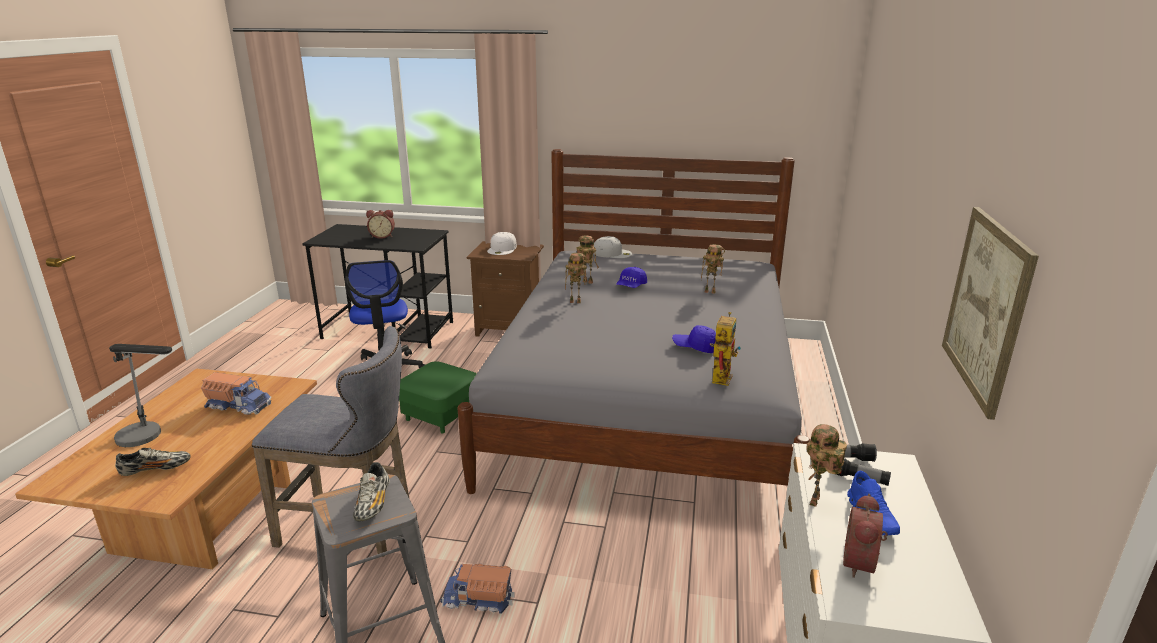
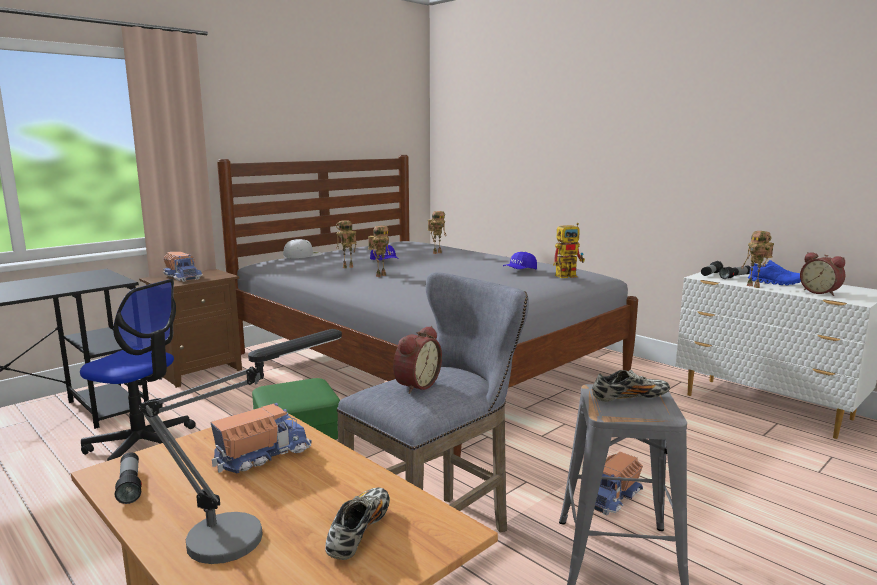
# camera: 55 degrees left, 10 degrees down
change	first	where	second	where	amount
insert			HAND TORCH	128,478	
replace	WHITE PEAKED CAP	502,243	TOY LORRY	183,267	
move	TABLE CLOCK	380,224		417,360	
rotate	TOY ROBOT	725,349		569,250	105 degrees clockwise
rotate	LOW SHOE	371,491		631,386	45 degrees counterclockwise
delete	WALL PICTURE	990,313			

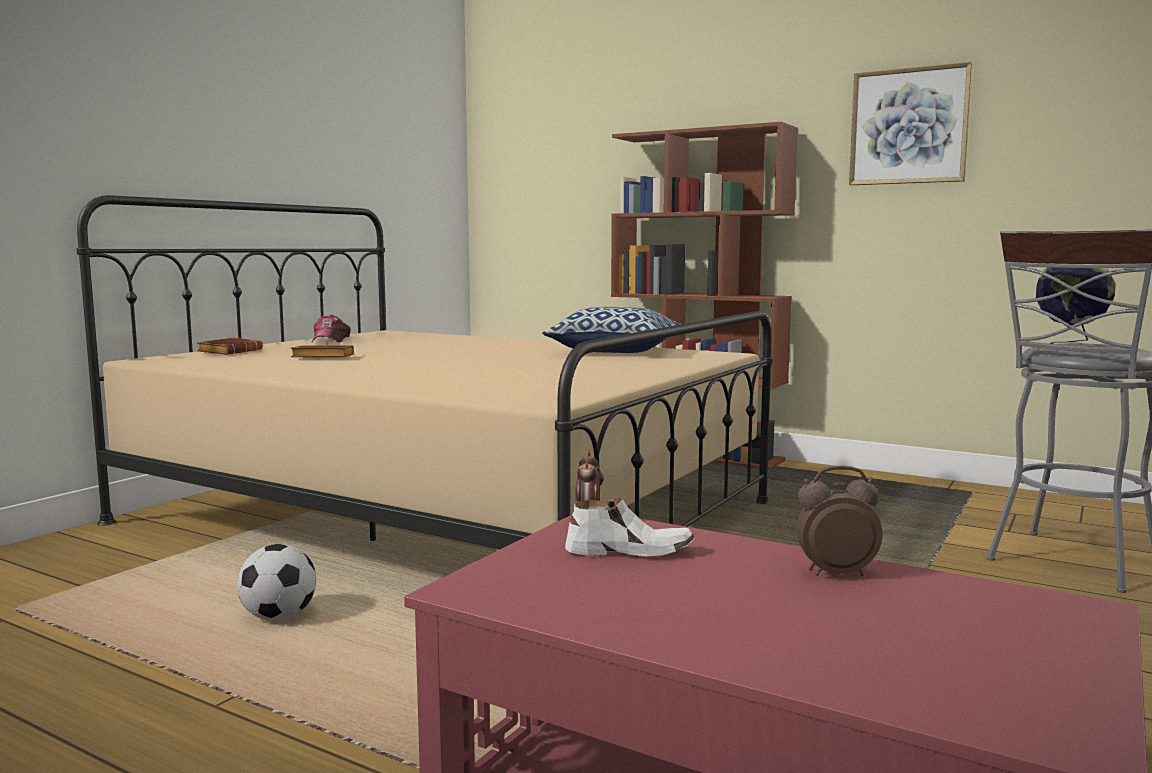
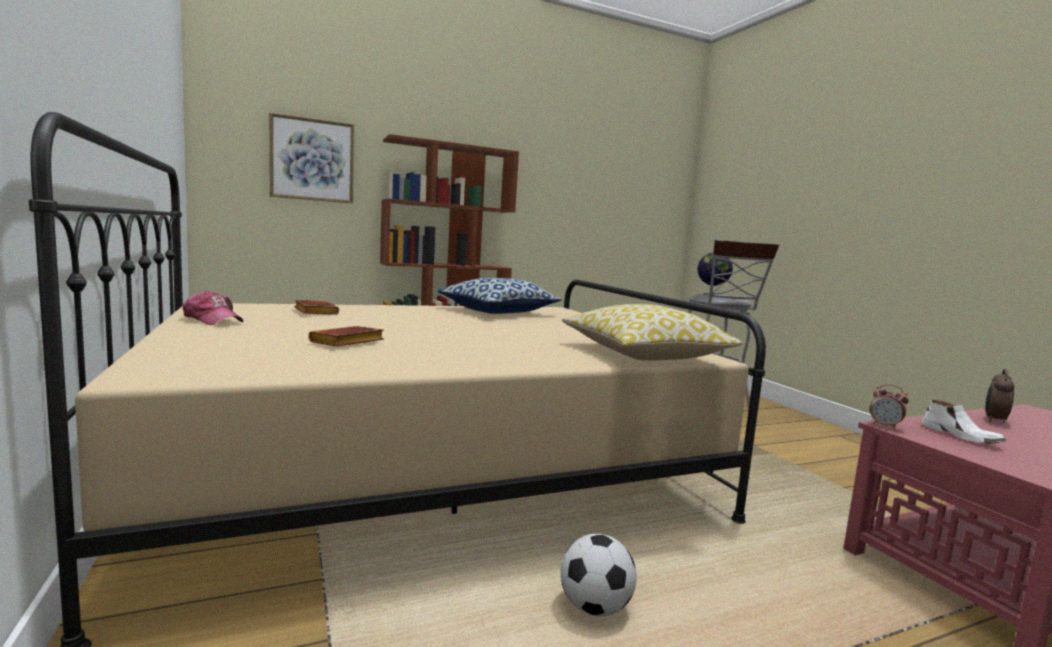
# camera: 55 degrees left, 0 degrees up
change	first	where	second	where	amount
move	WALL PICTURE	911,123		311,158	
move	BROWN BOUND BOOK	230,346		316,307	
insert			PILLOW	652,332	
rotate	WHITE LOW SHOE	630,527		963,422	120 degrees clockwise

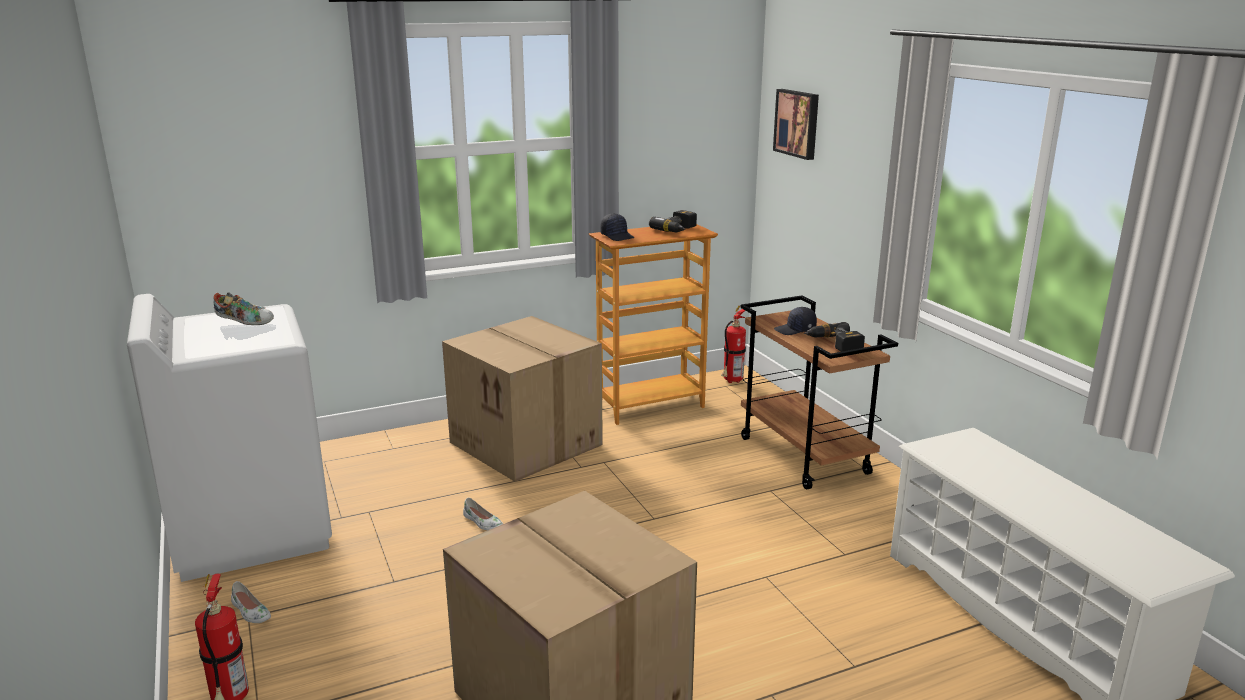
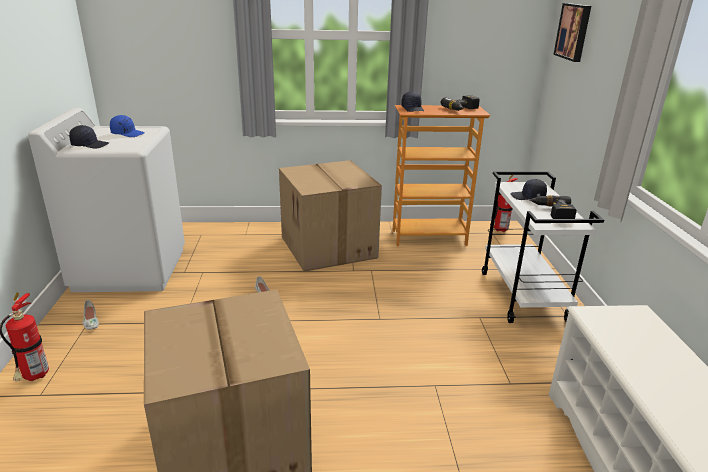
# camera: 20 degrees right, 5 degrees up
change	first	where	second	where	amount
insert			BLACK-COLOURED PEAKED CAP	89,136	
replace	LOW SHOE	243,308	BLUE PEAKED CAP	127,126	
recolor	BROWN TROLLEY	819,392	WHITE TROLLEY	543,247	

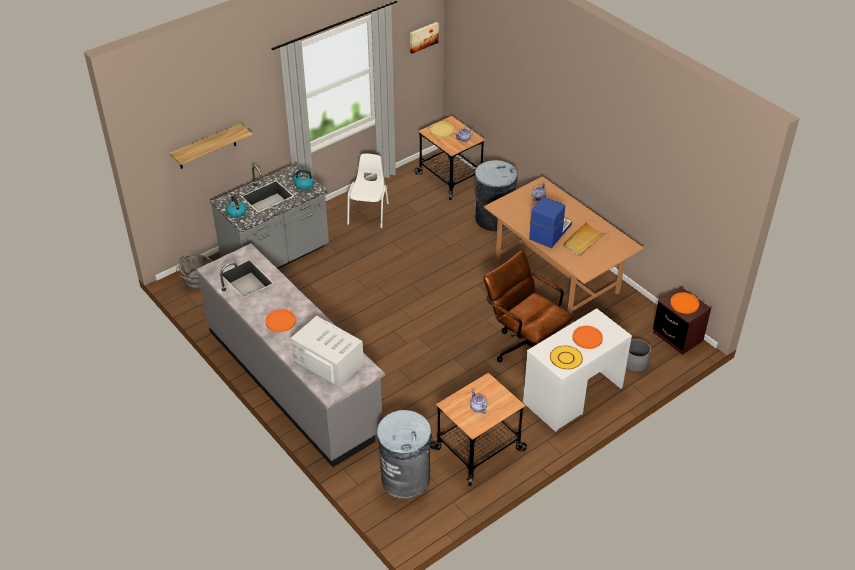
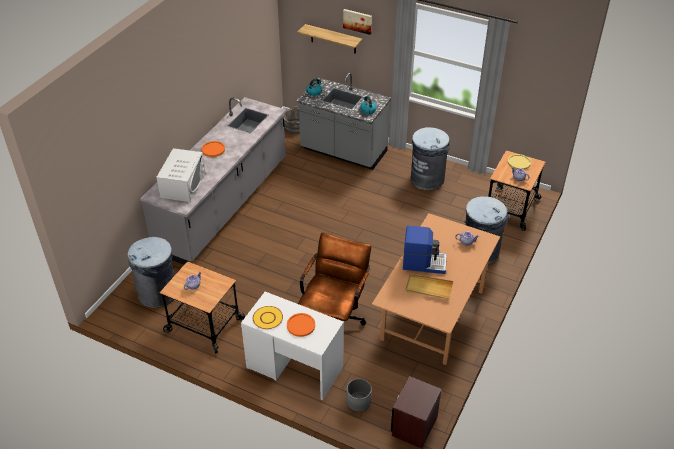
# camera: 65 degrees right, 0 degrees up
change	first	where	second	where	amount
move	WALL PICTURE	424,38		357,22	
replace	WHITE UPRIGHT CHAIR	368,191	GREYISH TRASH CAN	430,158	
delete	ORANGE PLATE	684,303			

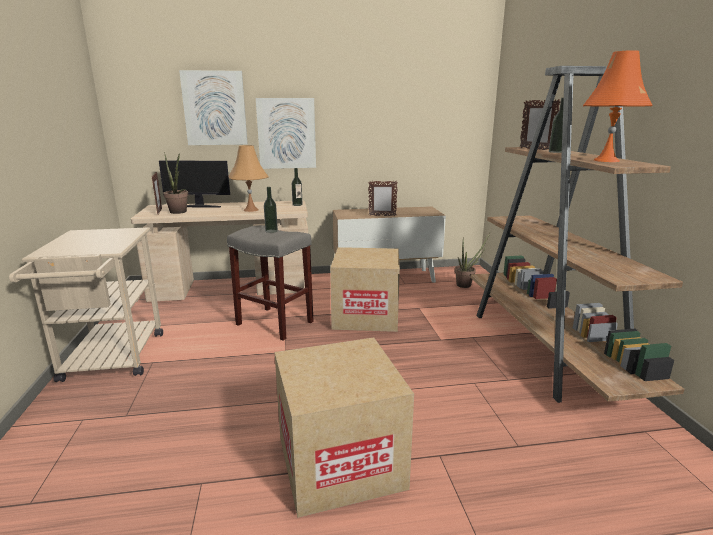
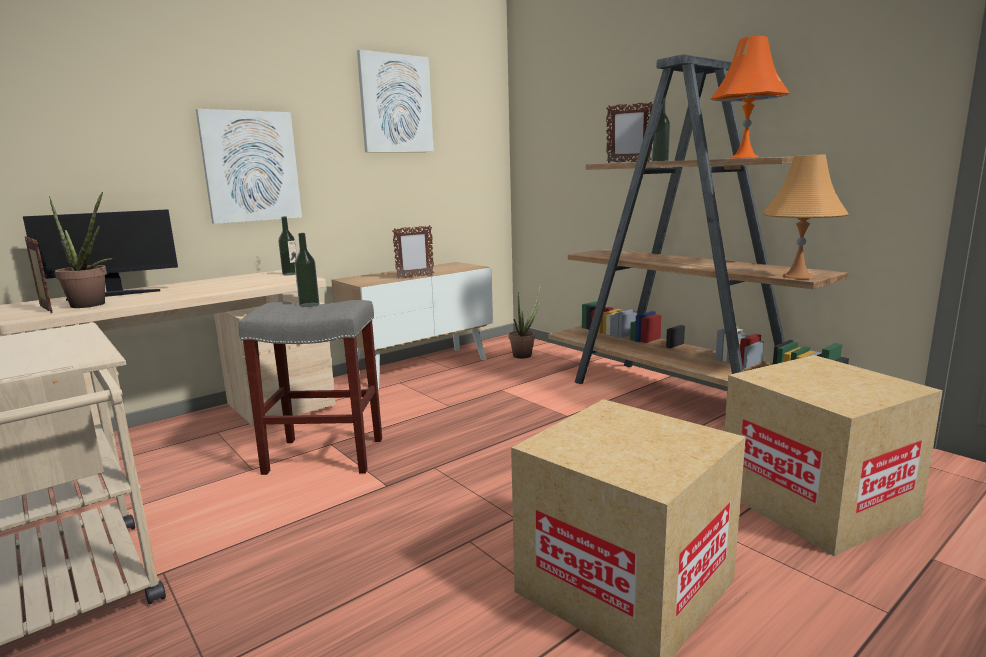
# camera: 30 degrees left, 5 degrees down
change	first	where	second	where	amount
move	WALL PICTURE	213,107		395,101	
move	PACKING BOX	365,289		833,455	
move	ORANGE TABLETOP LAMP	248,178		805,217	

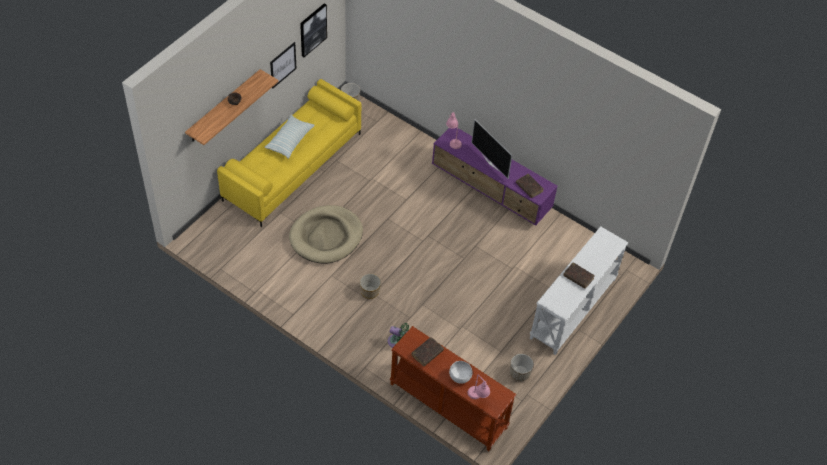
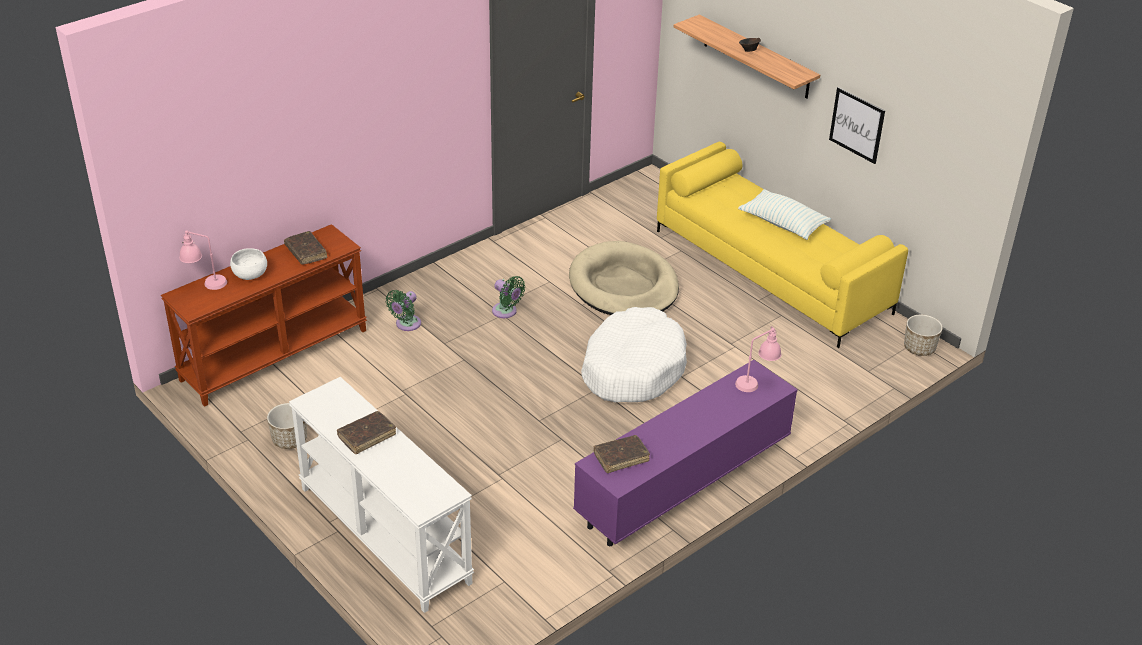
# camera: 105 degrees right, 15 degrees down
change	first	where	second	where	amount
replace	PLANTER	370,286	GREEN ELECTRIC FAN	508,297	
insert			WHITE DOG BED	634,354	
delete	WALL PICTURE	313,30			
delete	TV SET	491,149			

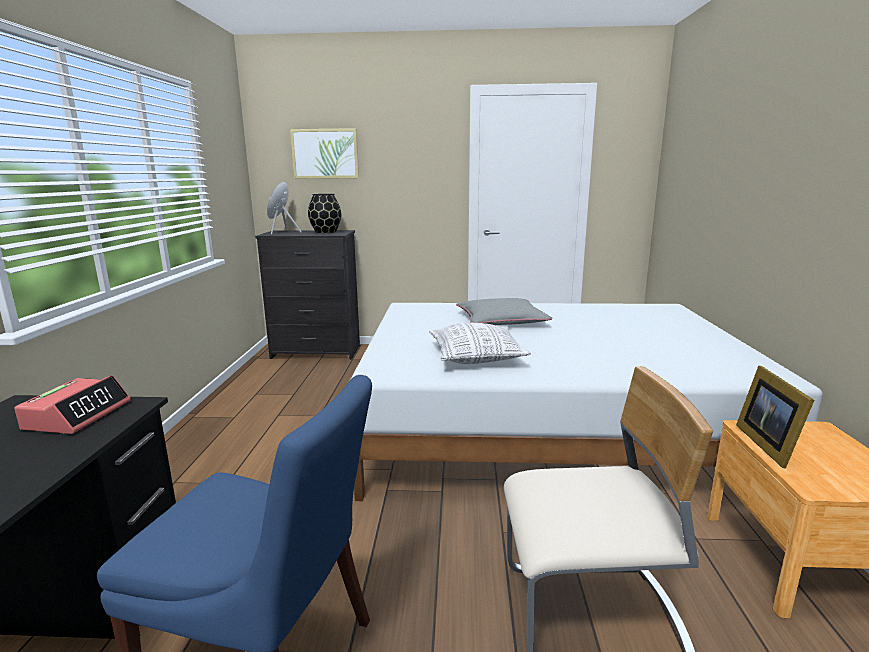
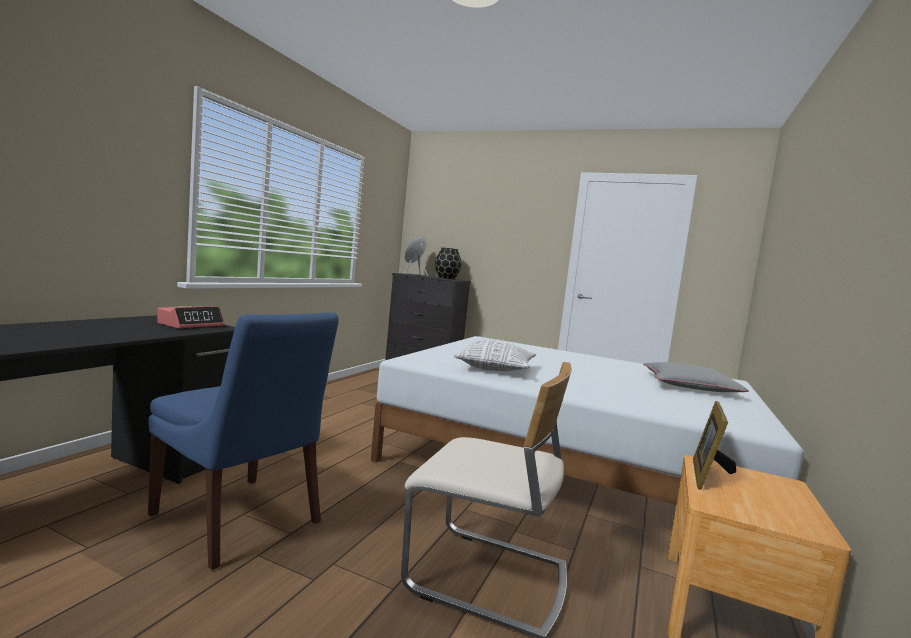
# camera: 20 degrees right, 10 degrees down
change	first	where	second	where	amount
move	GREYISH PILLOW	504,311		696,377	
delete	WALL PICTURE	324,153			

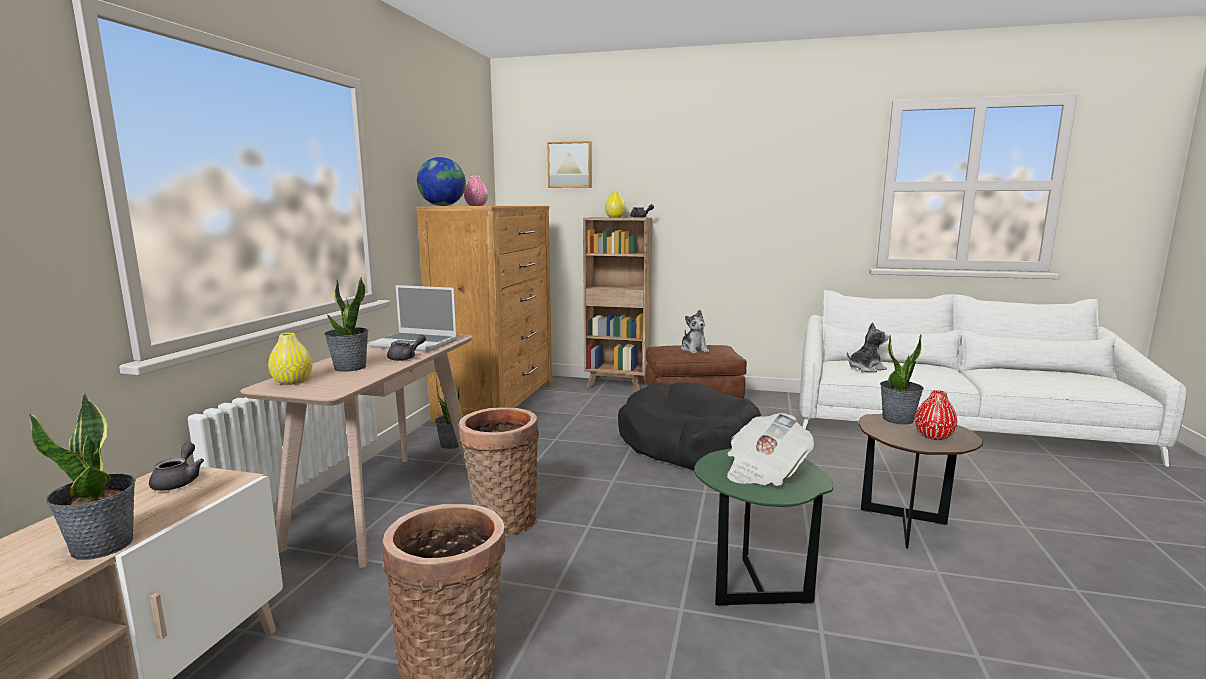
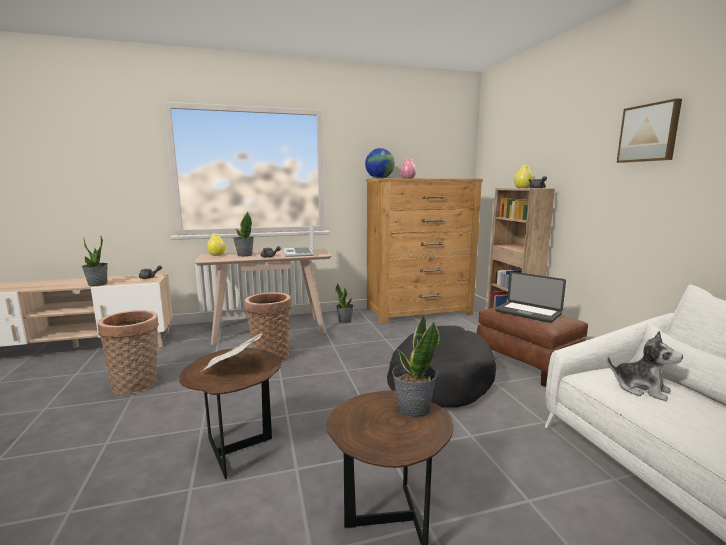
# camera: 60 degrees right, 0 degrees up
change	first	where	second	where	amount
recolor	GREEN END TABLE	763,527	BROWN END TABLE	230,413	
replace	SOFT TOY	695,332	NOTEBOOK COMPUTER	530,297	
move	WALL PICTURE	569,164		649,130	
delete	REDDISH DECORATIVE VASE	936,415			

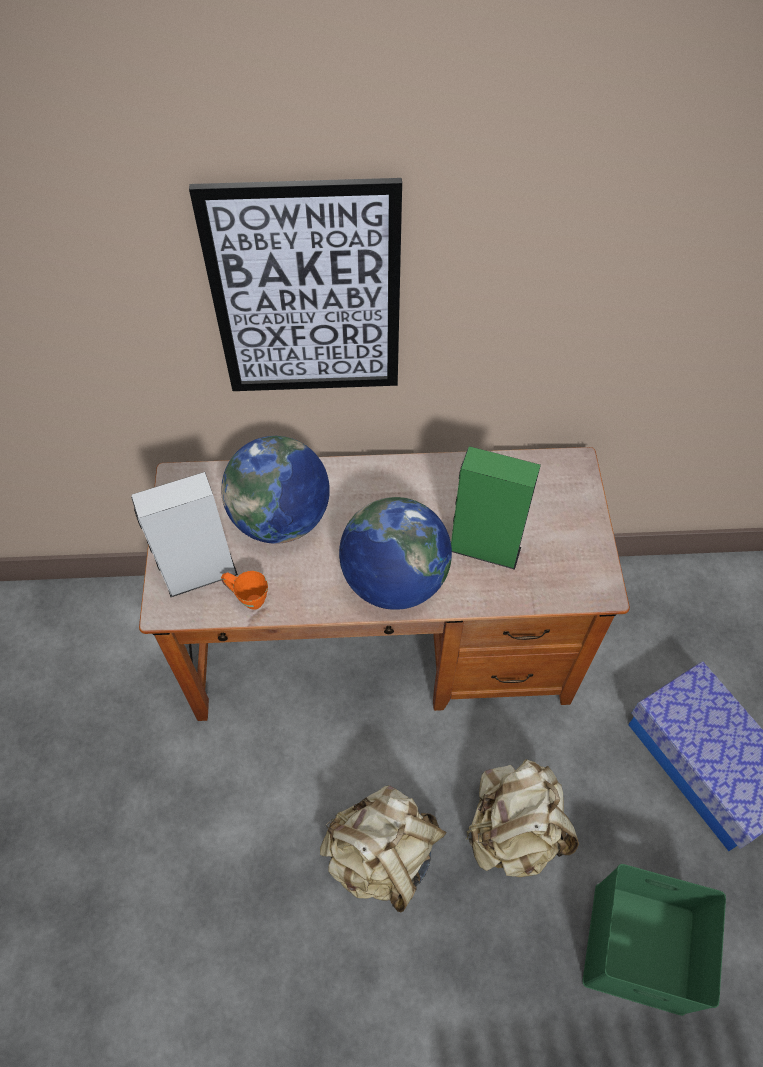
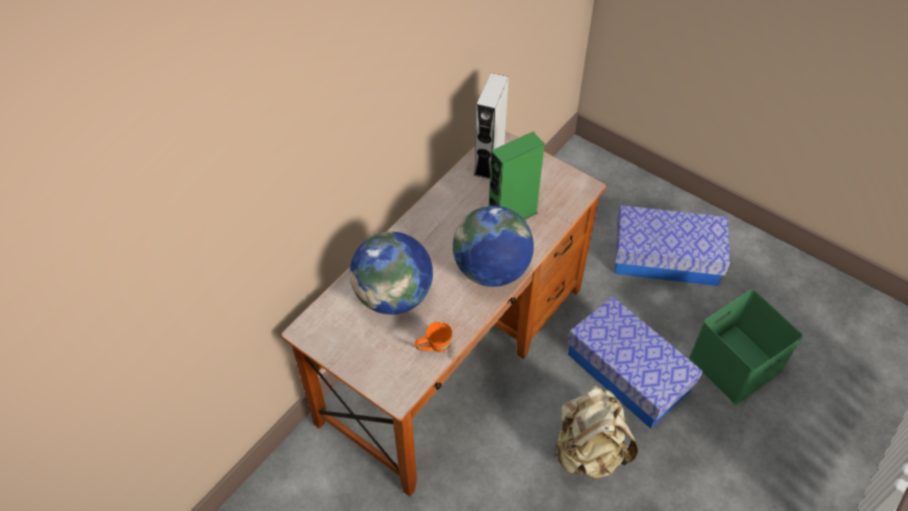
# camera: 50 degrees left, 5 degrees down
change	first	where	second	where	amount
move	GREYISH AUDIO SPEAKER	184,534		491,126	
replace	BEIGE-COLOURED RUCKSACK	522,818	STORAGE BOX	635,362	
delete	WALL PICTURE	295,284			

